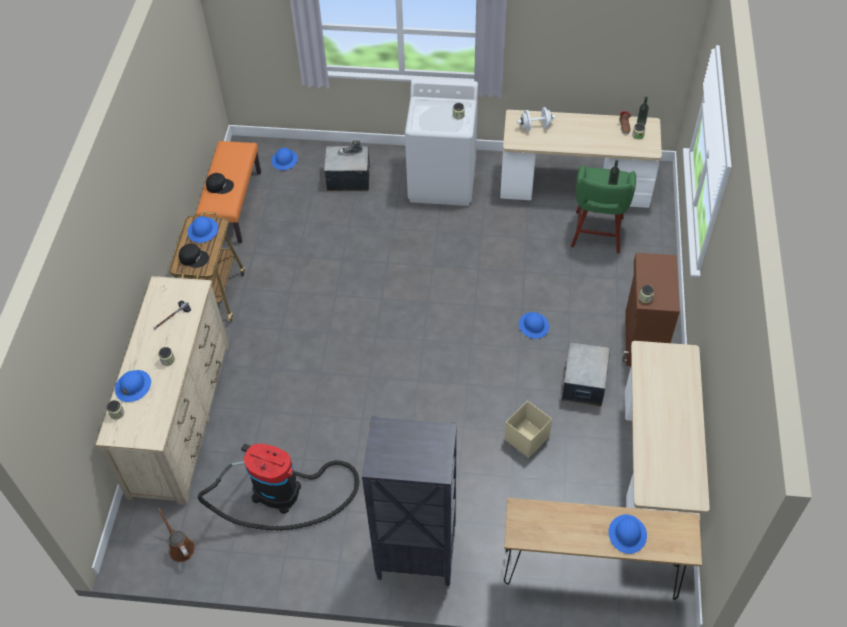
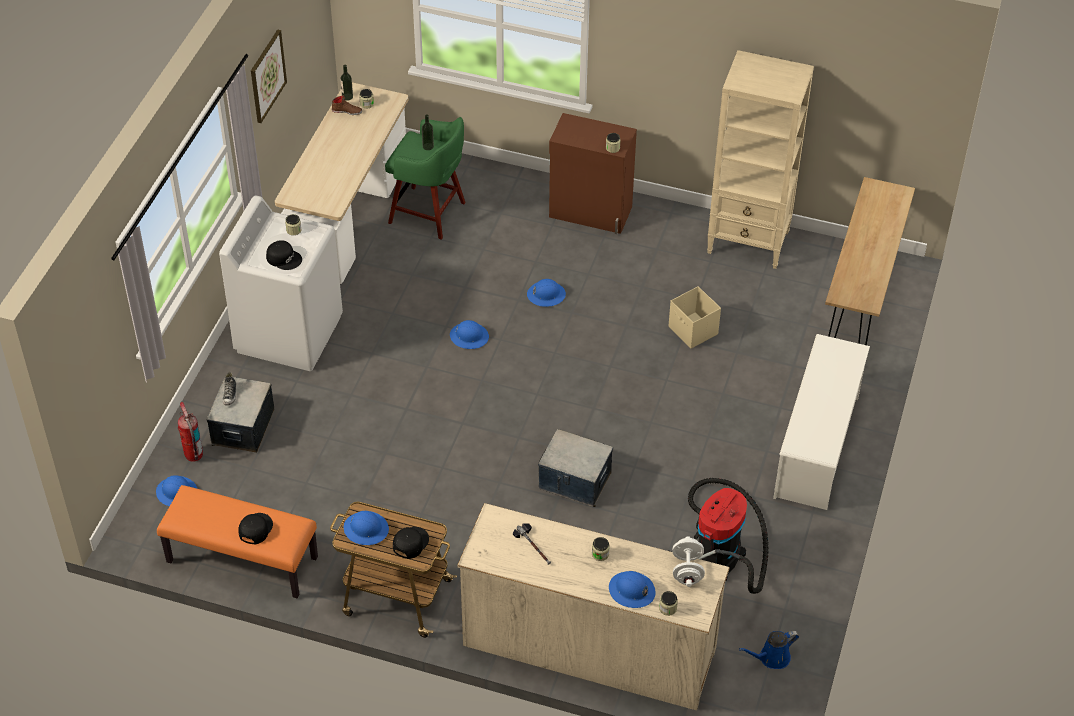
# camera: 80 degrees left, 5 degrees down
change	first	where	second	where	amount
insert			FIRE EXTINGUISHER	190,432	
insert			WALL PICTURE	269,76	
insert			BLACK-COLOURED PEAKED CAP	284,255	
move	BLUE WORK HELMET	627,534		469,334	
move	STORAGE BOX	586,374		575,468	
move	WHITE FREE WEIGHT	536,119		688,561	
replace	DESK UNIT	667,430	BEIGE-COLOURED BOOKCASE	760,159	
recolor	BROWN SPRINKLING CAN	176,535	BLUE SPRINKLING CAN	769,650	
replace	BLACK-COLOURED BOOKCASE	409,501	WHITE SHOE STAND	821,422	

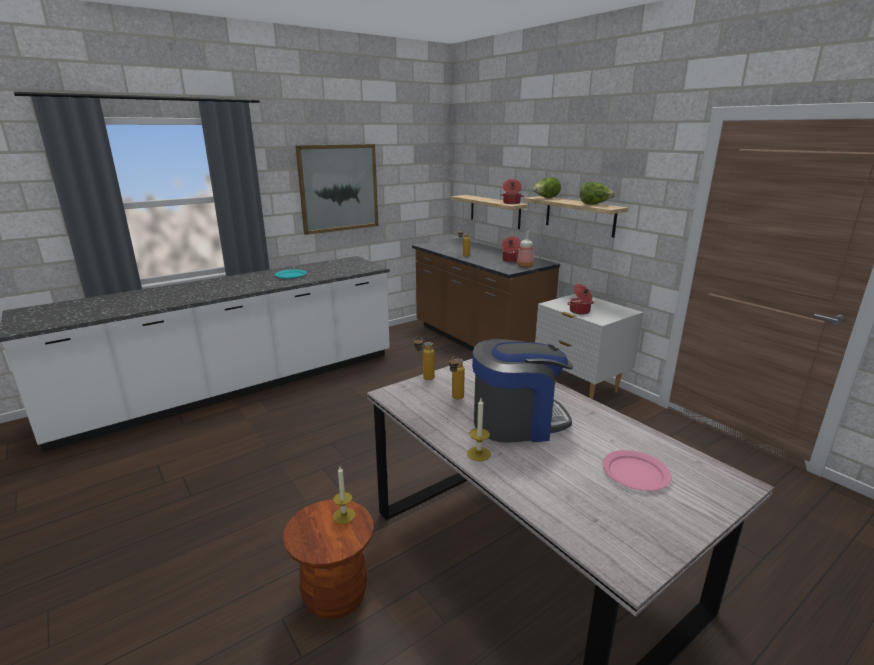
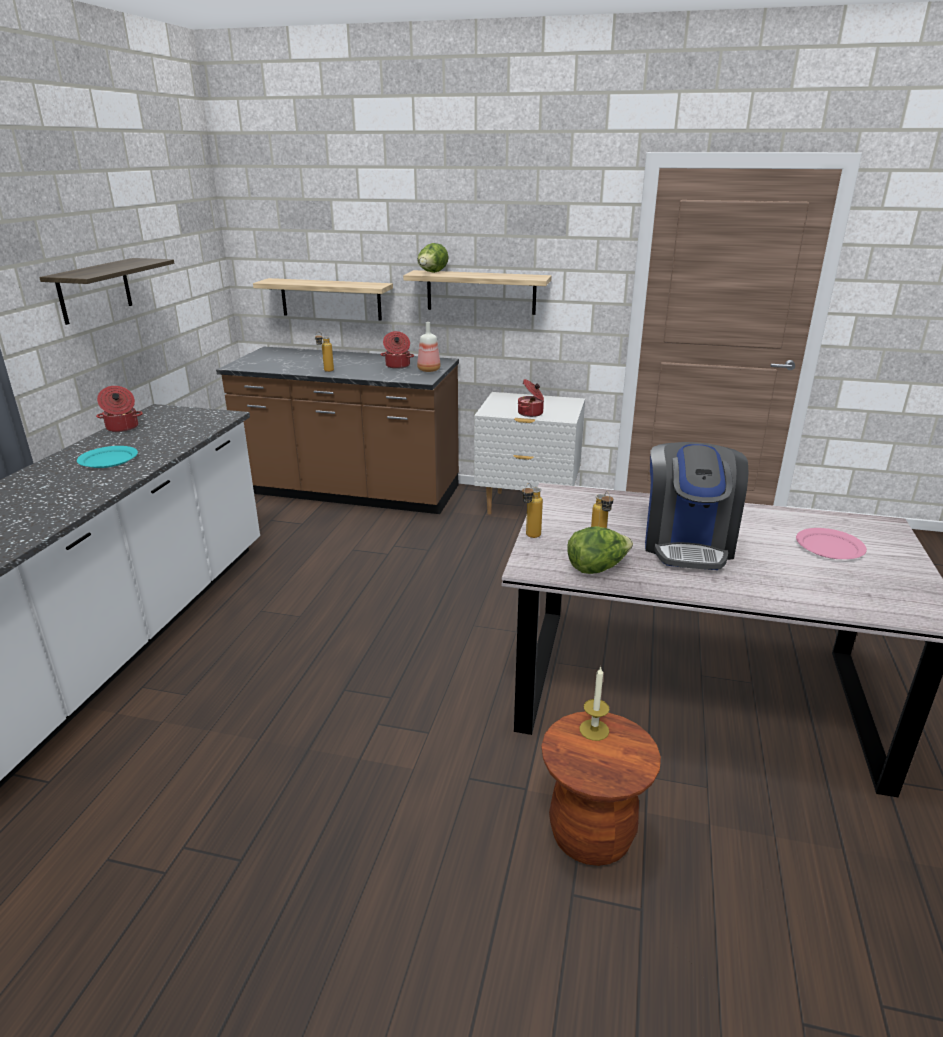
# camera: 40 degrees left, 5 degrees up
change	first	where	second	where	amount
replace	WALL PICTURE	337,189	WALL SHELF	106,291	
move	SAUCEPOT	512,191		119,409	
move	LETTUCE HEAD	597,193		600,550	
rotate	COFFEE MAKER	522,391		696,506	150 degrees clockwise
delete	CANDLE	479,429			

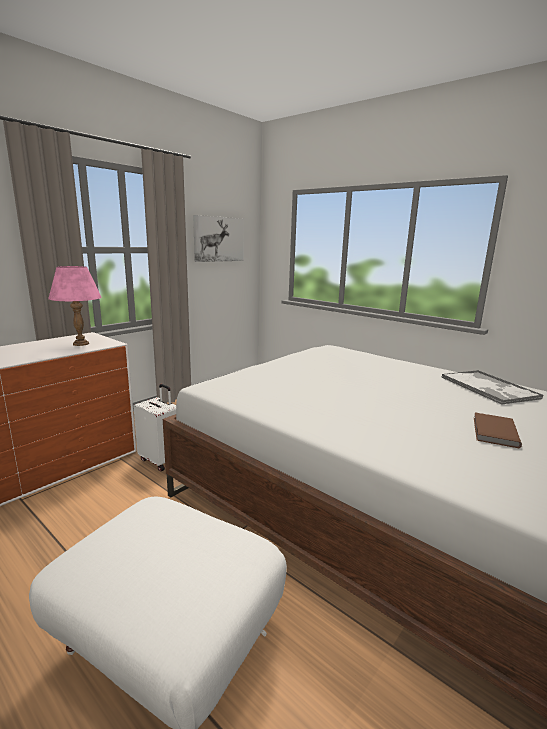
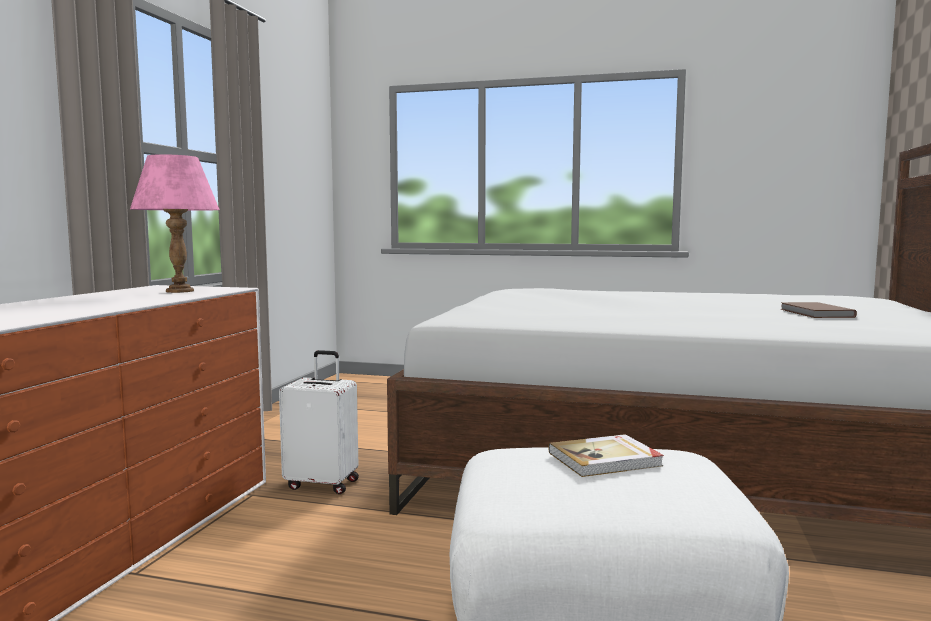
# camera: 25 degrees left, 10 degrees down
change	first	where	second	where	amount
insert			BOUND BOOK	606,455	
delete	WALL PICTURE	218,238			
delete	CARRYING TRAY	492,387			

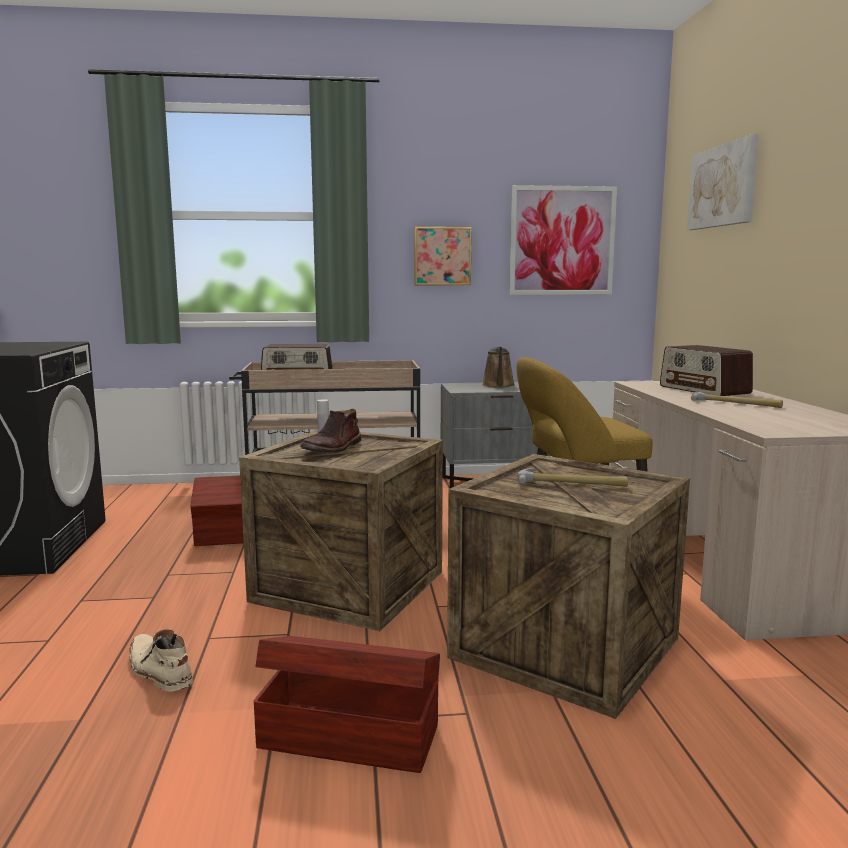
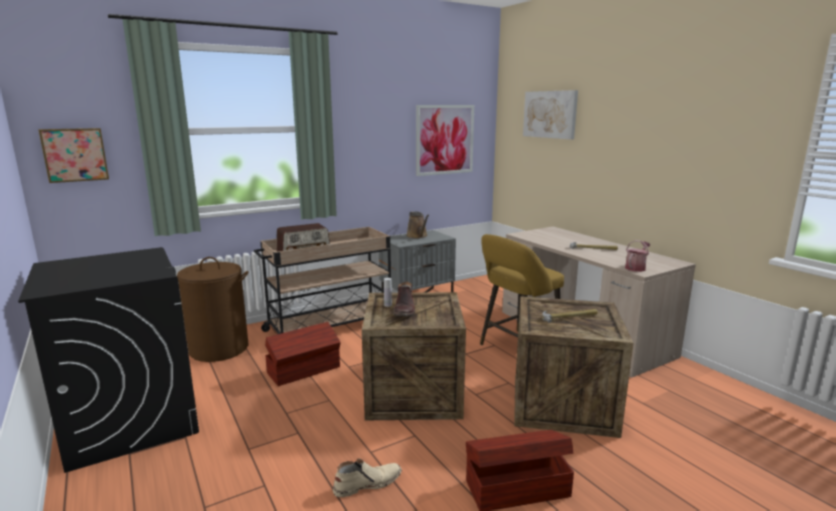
# camera: 25 degrees left, 5 degrees up
change	first	where	second	where	amount
move	WALL PICTURE	443,256		73,155	
insert			BROWN LAUNDRY BASKET	213,309	
rotate	BEIGE-COLOURED BOOT	161,660		367,477	135 degrees clockwise
insert			SPRINKLING CAN	637,256	
delete	RADIO RECEIVER	706,370			

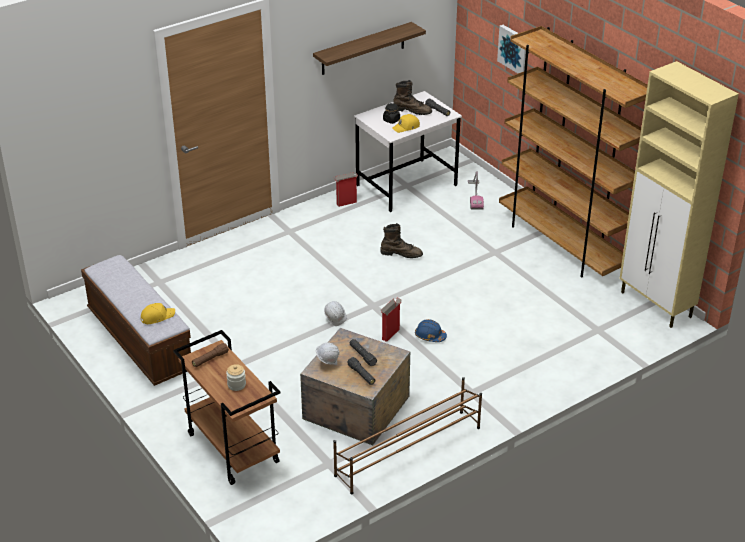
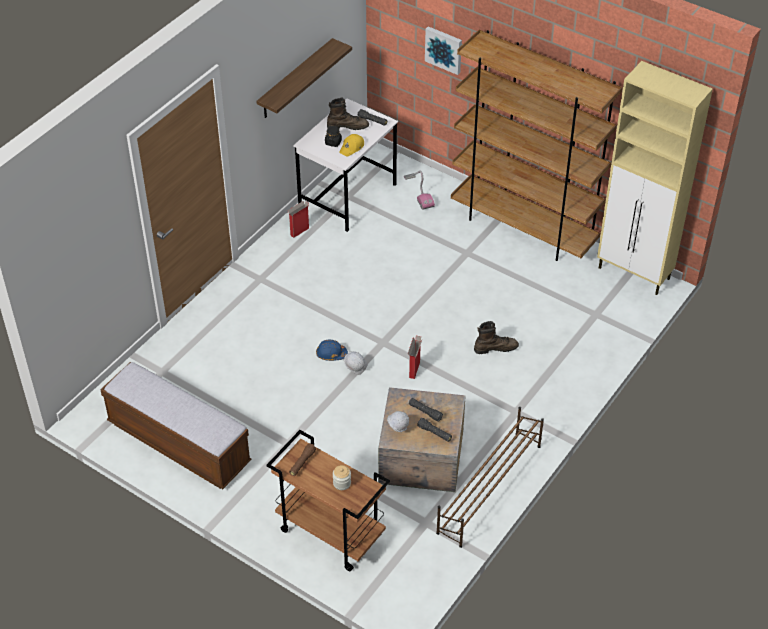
# camera: 20 degrees left, 10 degrees up
change	first	where	second	where	amount
move	BLUE WORK HELMET	431,330		332,350	
move	BROWN BOOT	401,240		496,337	
delete	YELLOWISH PEAKED CAP	158,313			

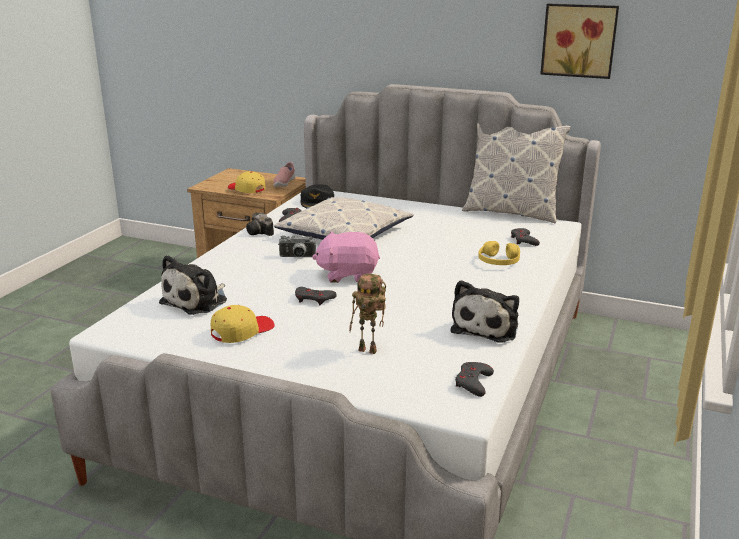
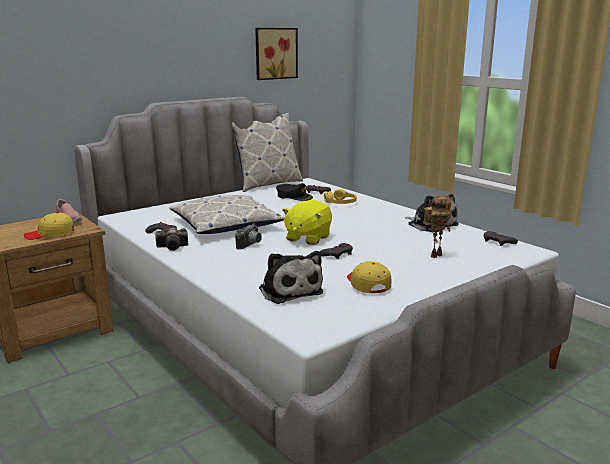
# camera: 60 degrees left, 5 degrees down
change	first	where	second	where	amount
move	BLACK-COLOURED PEAKED CAP	317,196		294,192	
recolor	PINKISH SOFT TOY	346,257	YELLOWISH SOFT TOY	307,222	

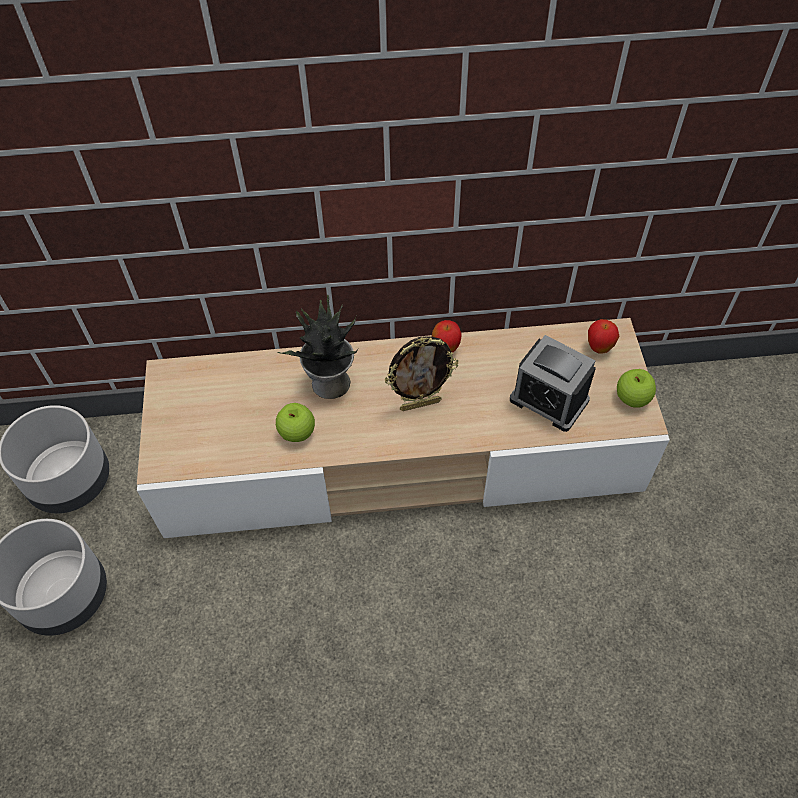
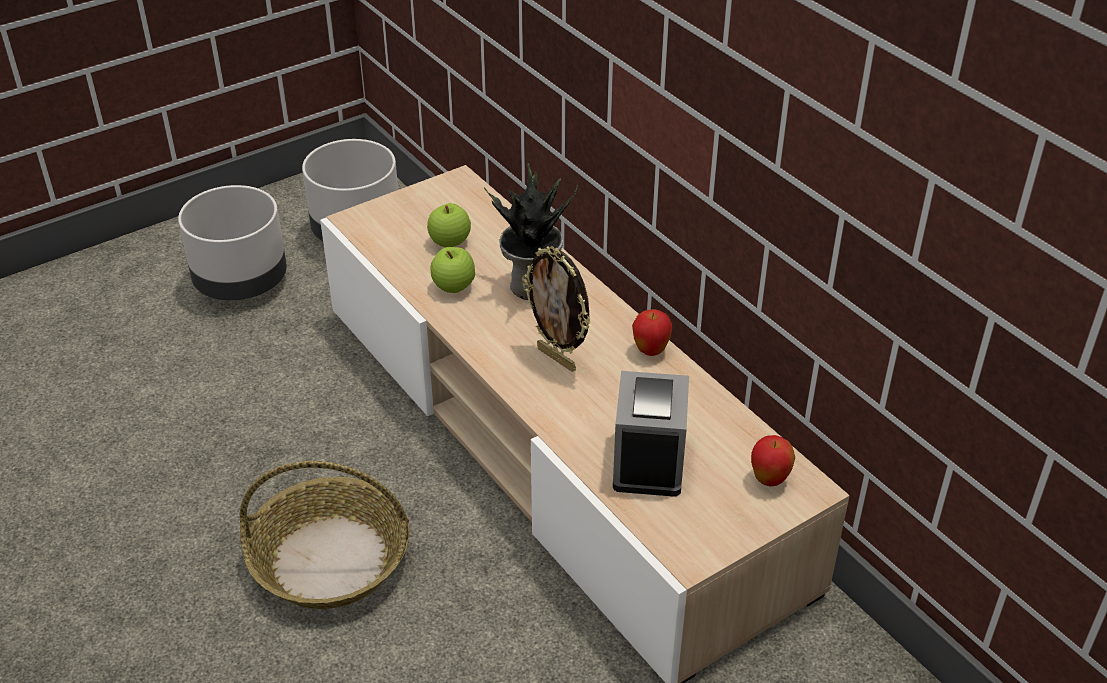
# camera: 60 degrees right, 15 degrees down
change	first	where	second	where	amount
insert			STORAGE BASKET	324,535	
move	APPLE	636,388		449,225	

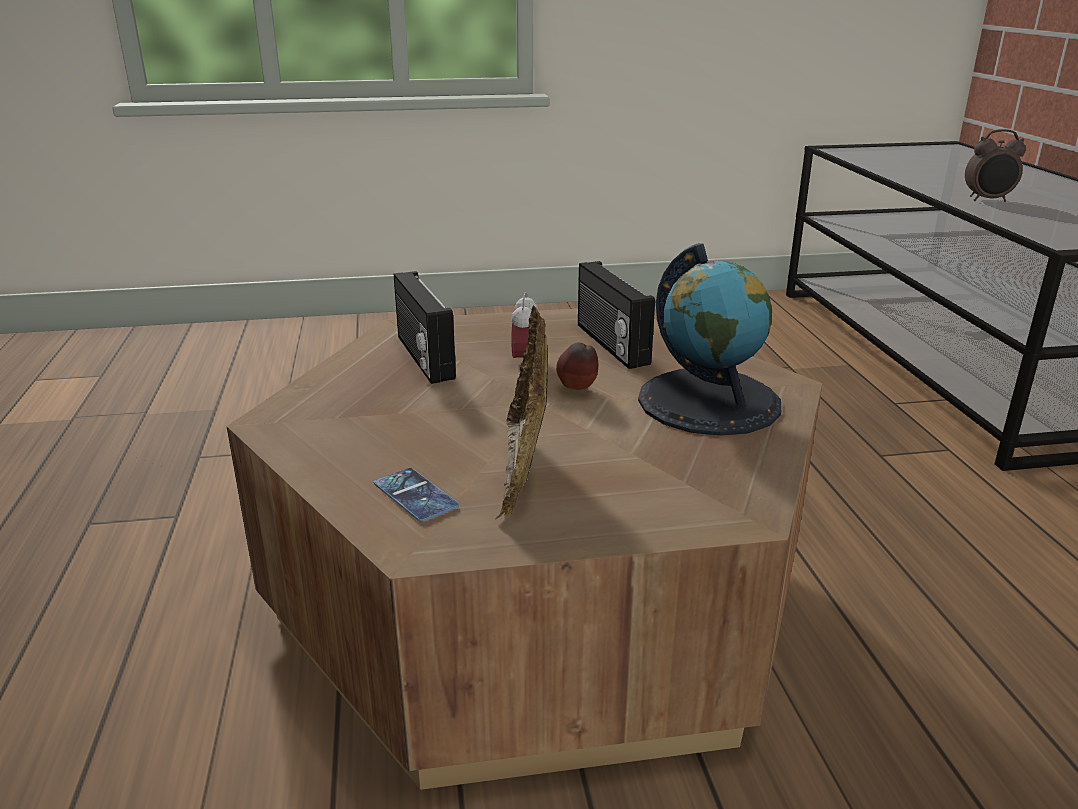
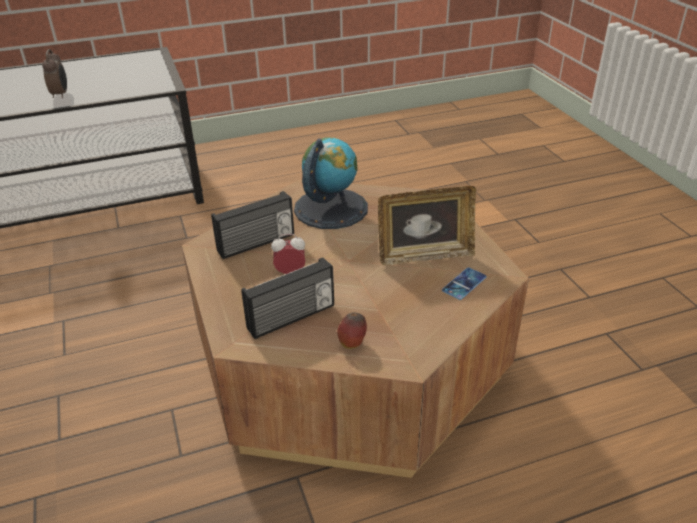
# camera: 100 degrees left, 10 degrees up
change	first	where	second	where	amount
move	APPLE	577,366		352,330	

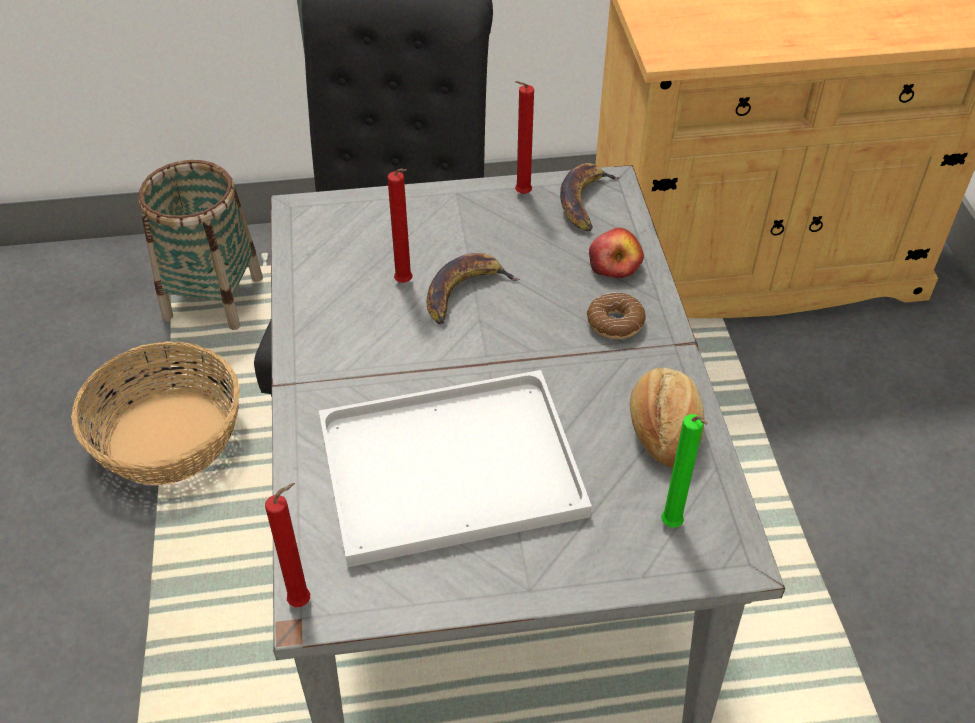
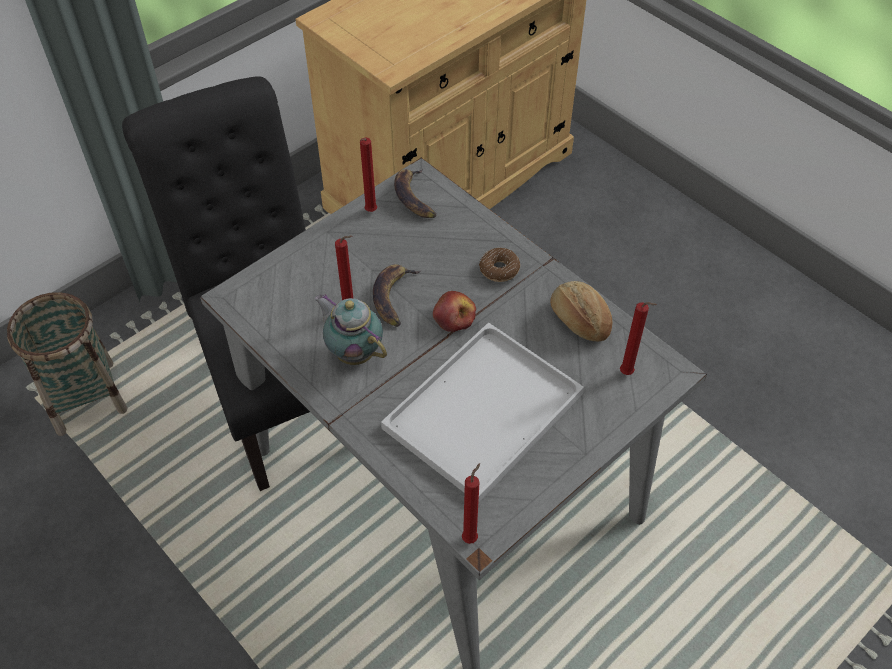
# camera: 35 degrees left, 5 degrees up
change	first	where	second	where	amount
insert			TEA POT	350,329	
move	APPLE	616,253		454,311	
recolor	GREEN CANDLE	684,470	REDDISH CANDLE	638,338	
delete	STORAGE BASKET	155,413			

